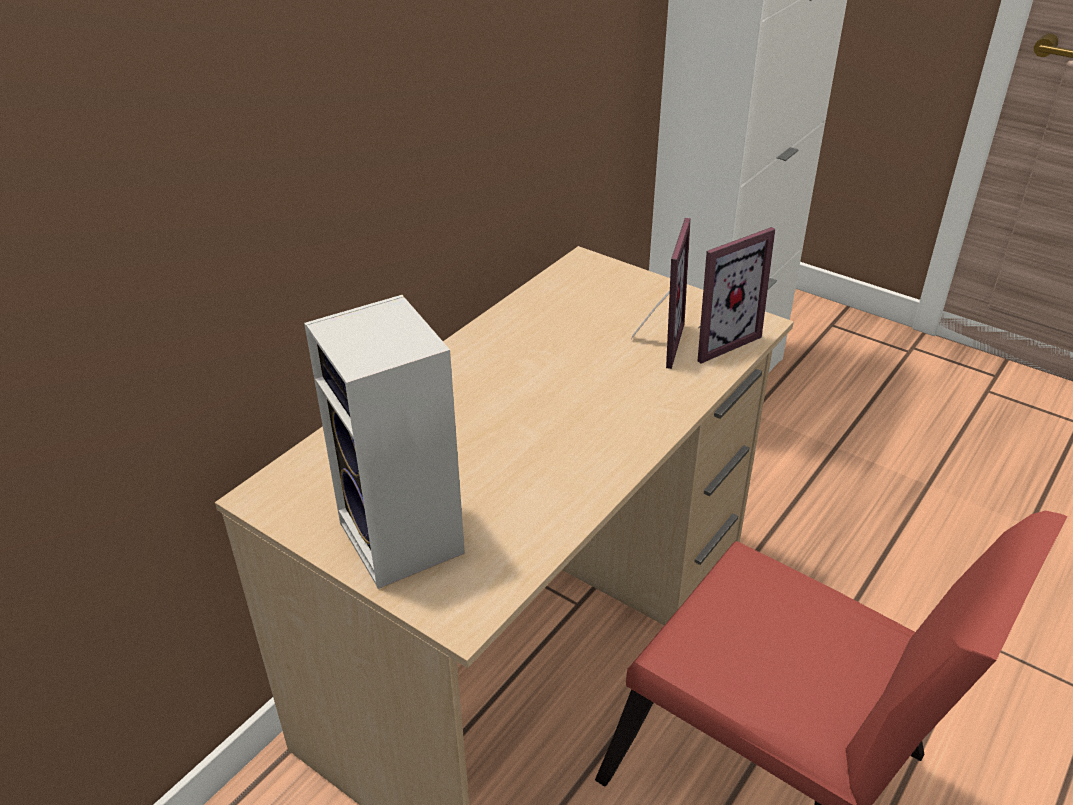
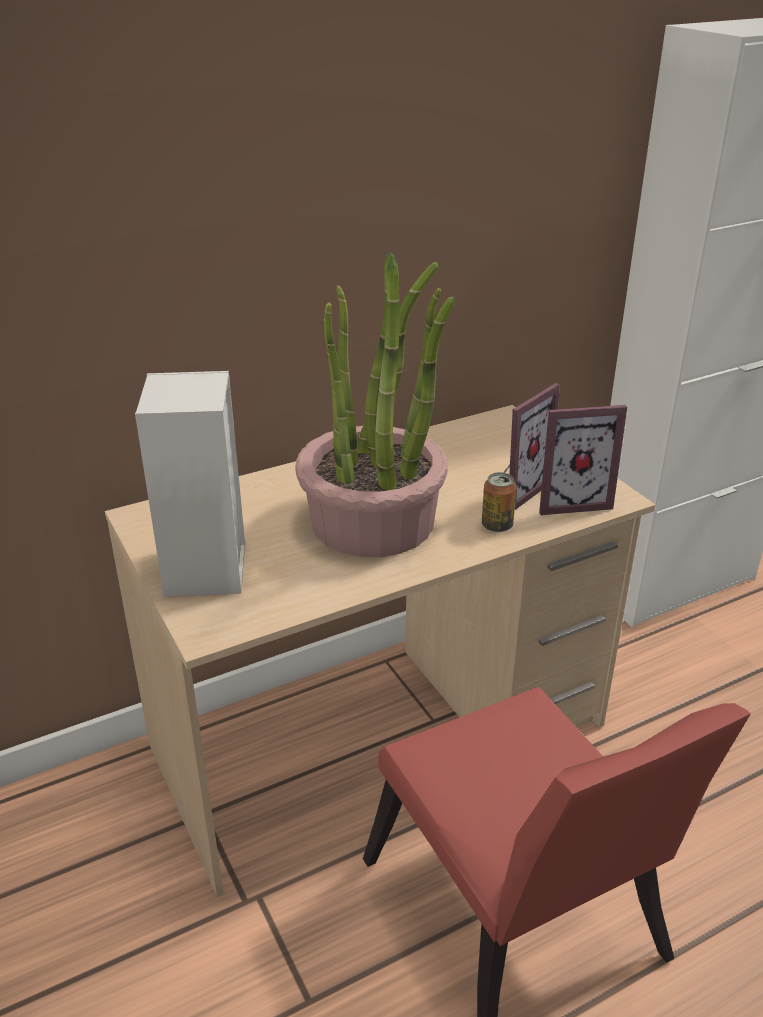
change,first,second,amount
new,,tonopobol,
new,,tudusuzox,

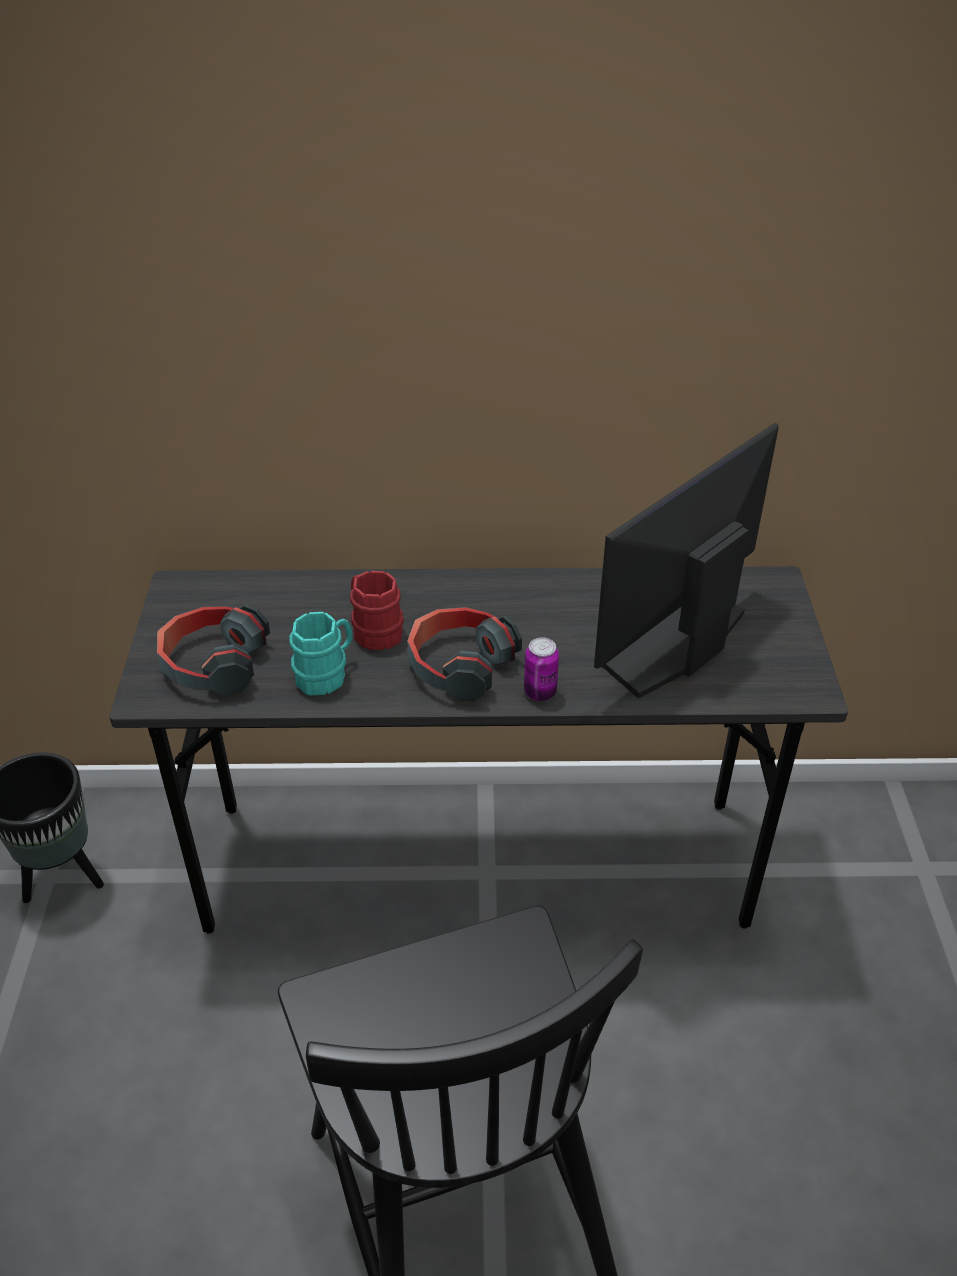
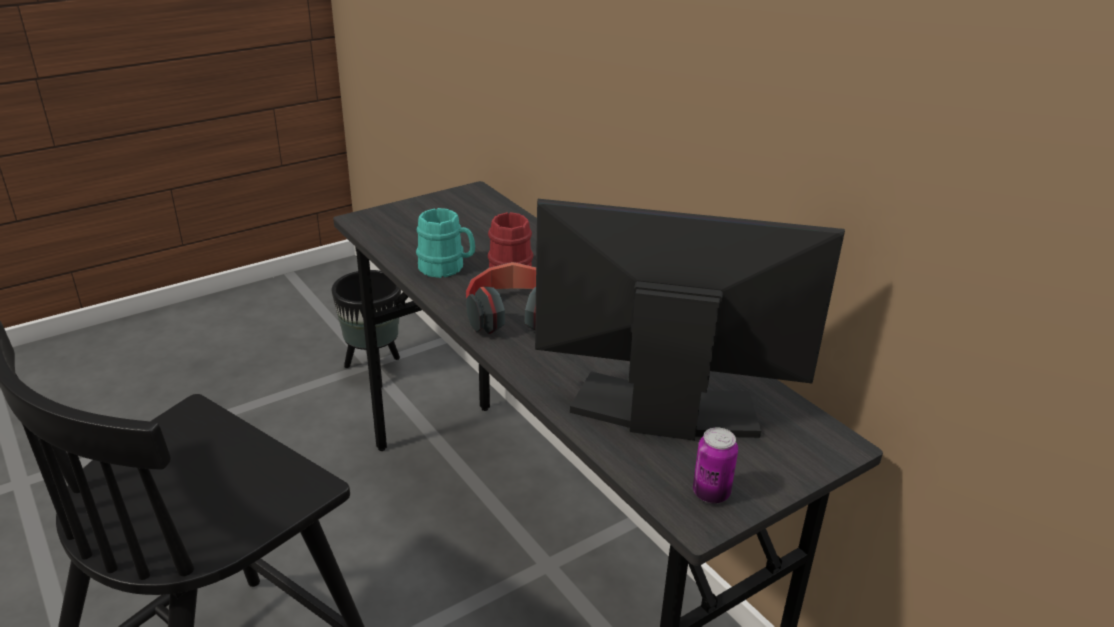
change,first,second,amount
gone,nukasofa (no. 1 from left),,
shifted,tudusuzox,,

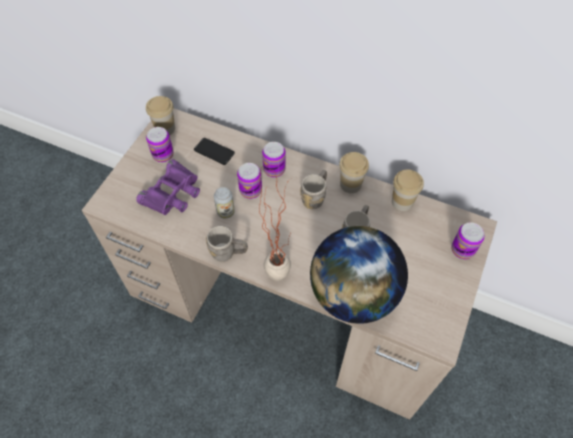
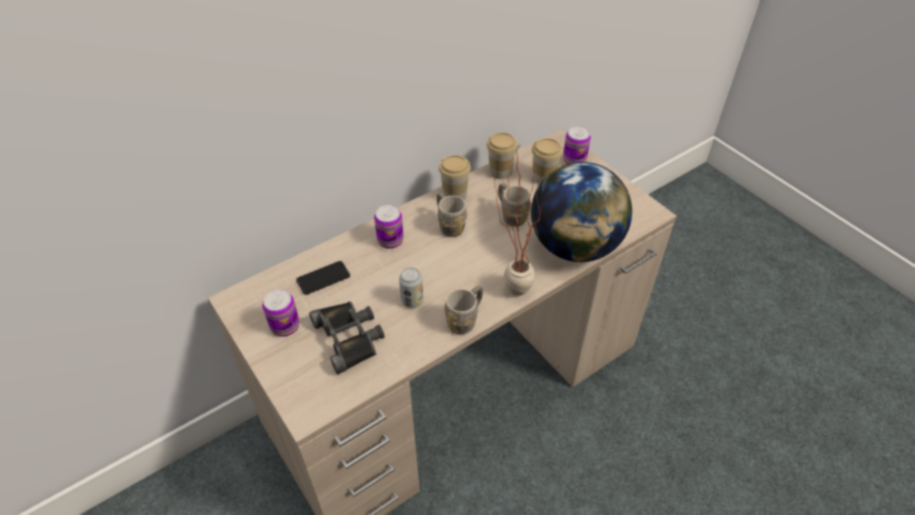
change,first,second,amount
repainted,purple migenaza,black migenaza,
shifted,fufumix (no. 1 from left in the first image),fufumix (no. 3 from left),
gone,tudusuzox (no. 3 from left),,

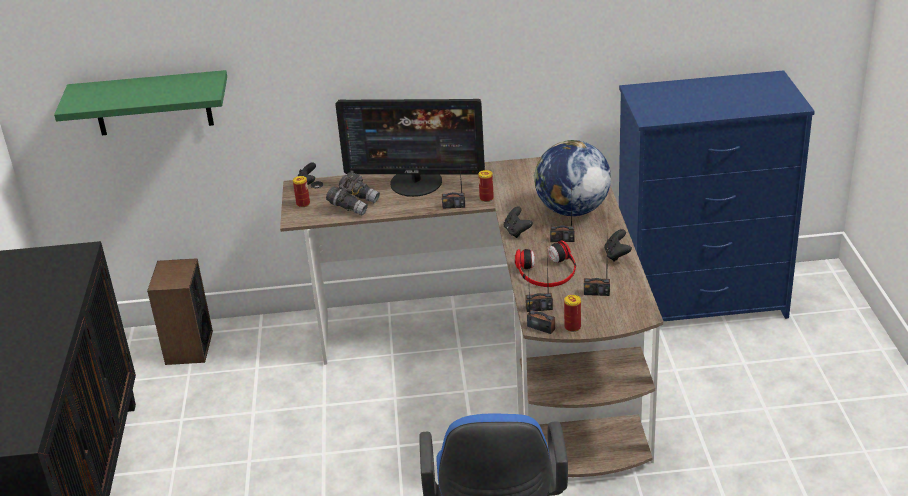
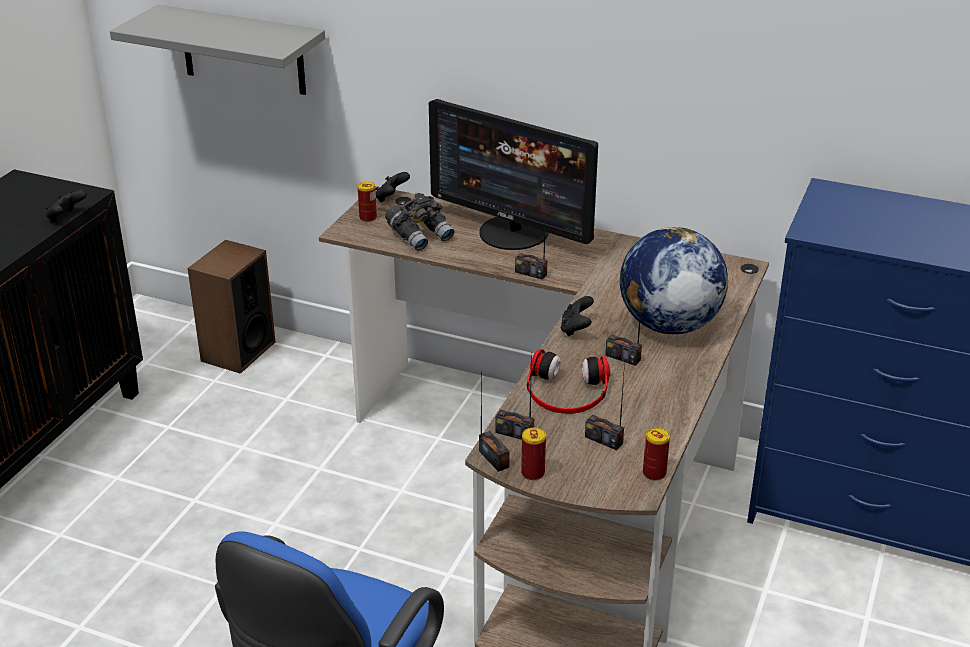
change,first,second,amount
repainted,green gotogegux,grey gotogegux,
shifted,tudusuzox (no. 2 from left in the first image),tudusuzox (no. 3 from left),
shifted,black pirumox (no. 3 from left in the first image),black pirumox (no. 1 from left),

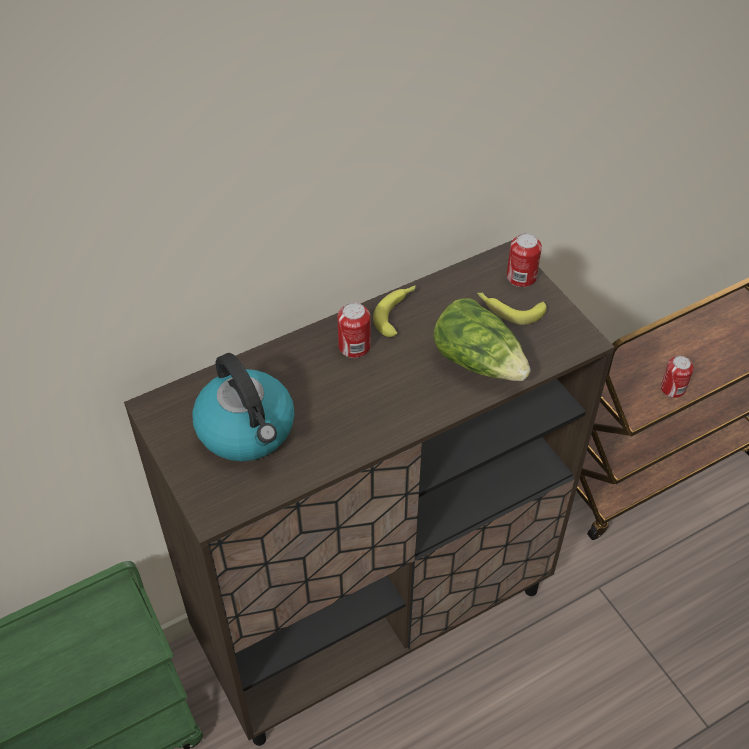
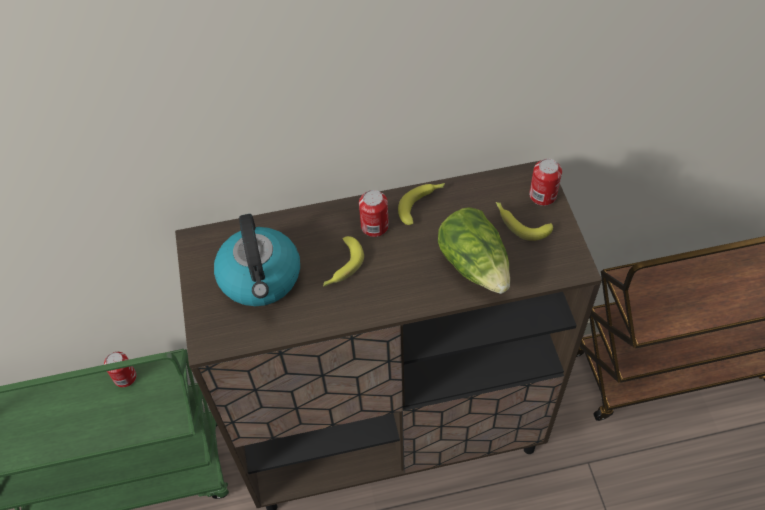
change,first,second,amount
shifted,tudusuzox (no. 3 from left in the first image),tudusuzox (no. 1 from left),
new,,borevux (no. 1 from left),

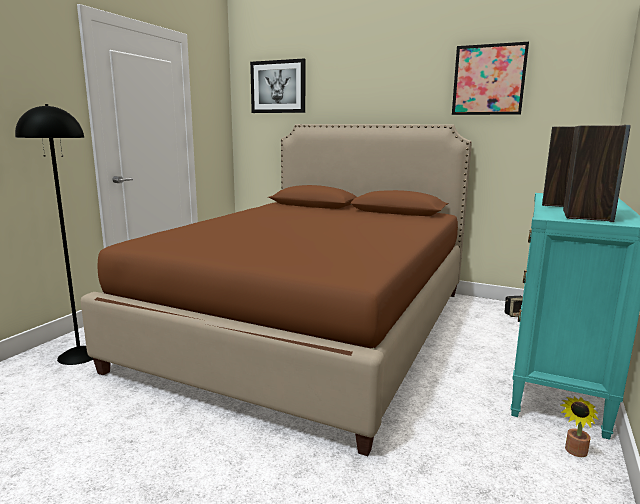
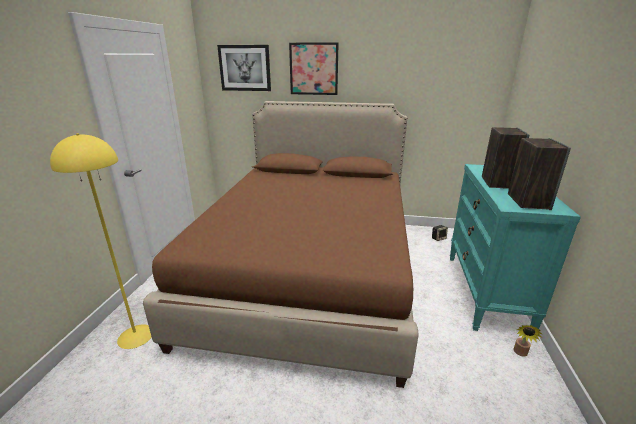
change,first,second,amount
repainted,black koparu,yellow koparu,
shifted,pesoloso (no. 2 from left),,

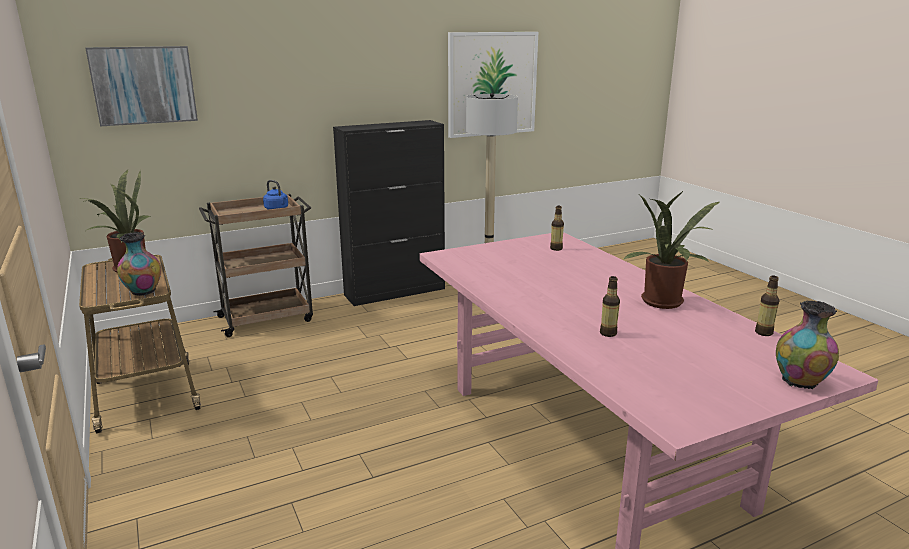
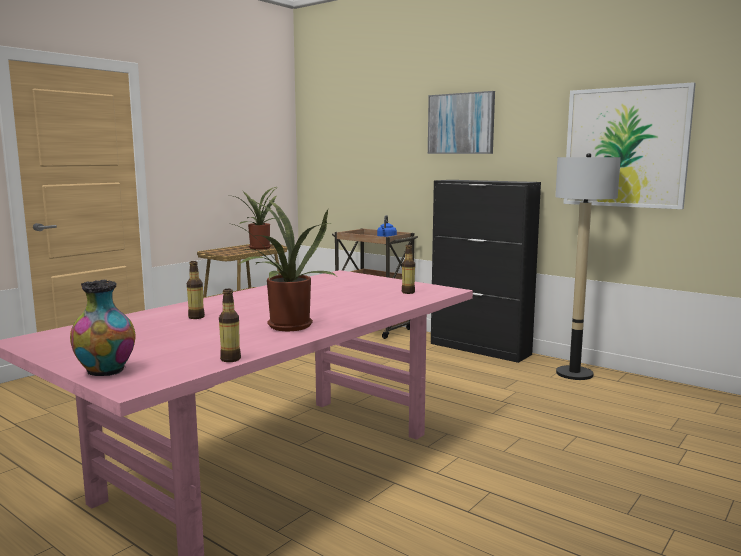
change,first,second,amount
shifted,pesoloso (no. 1 from left),,
gone,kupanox (no. 1 from left),,

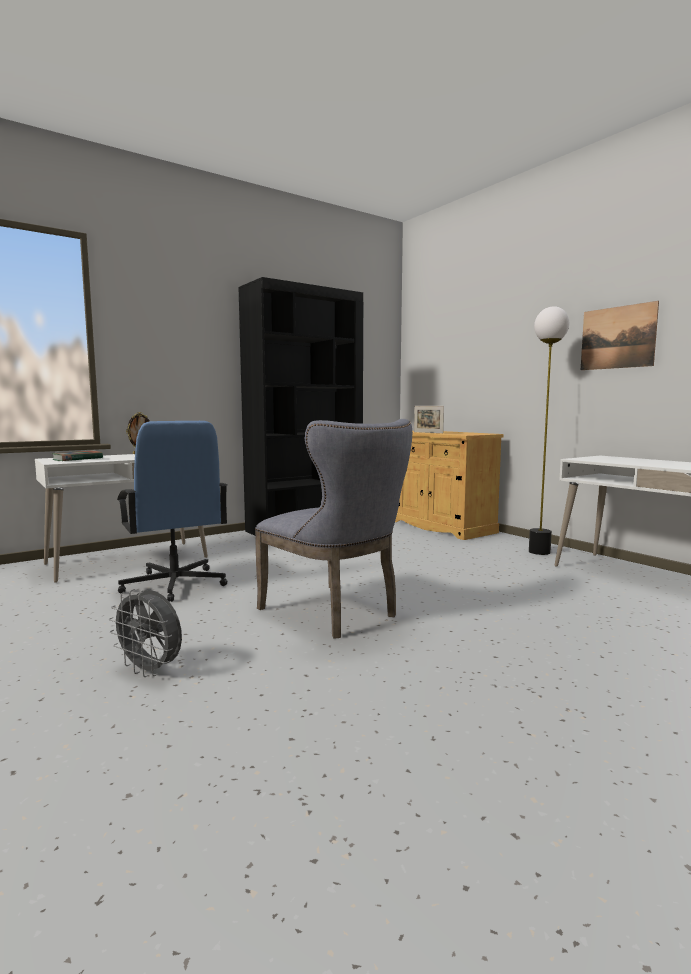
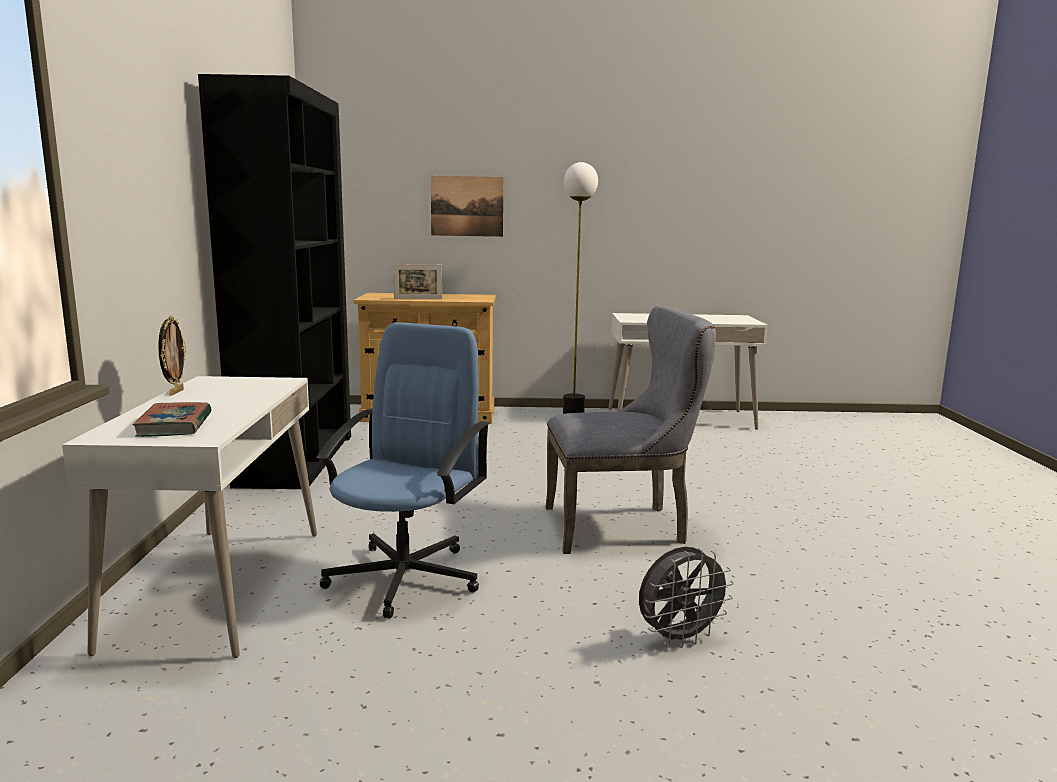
change,first,second,amount
rotated,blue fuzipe,,75 degrees counterclockwise
shifted,pesoloso,,

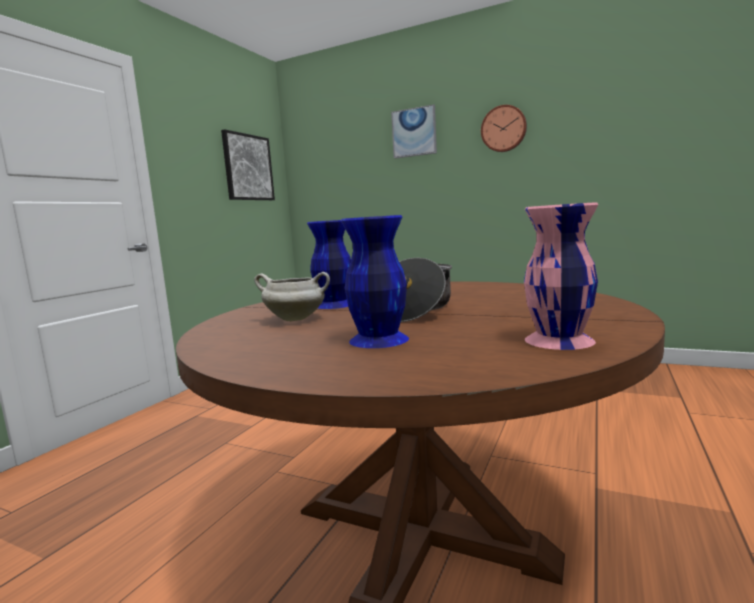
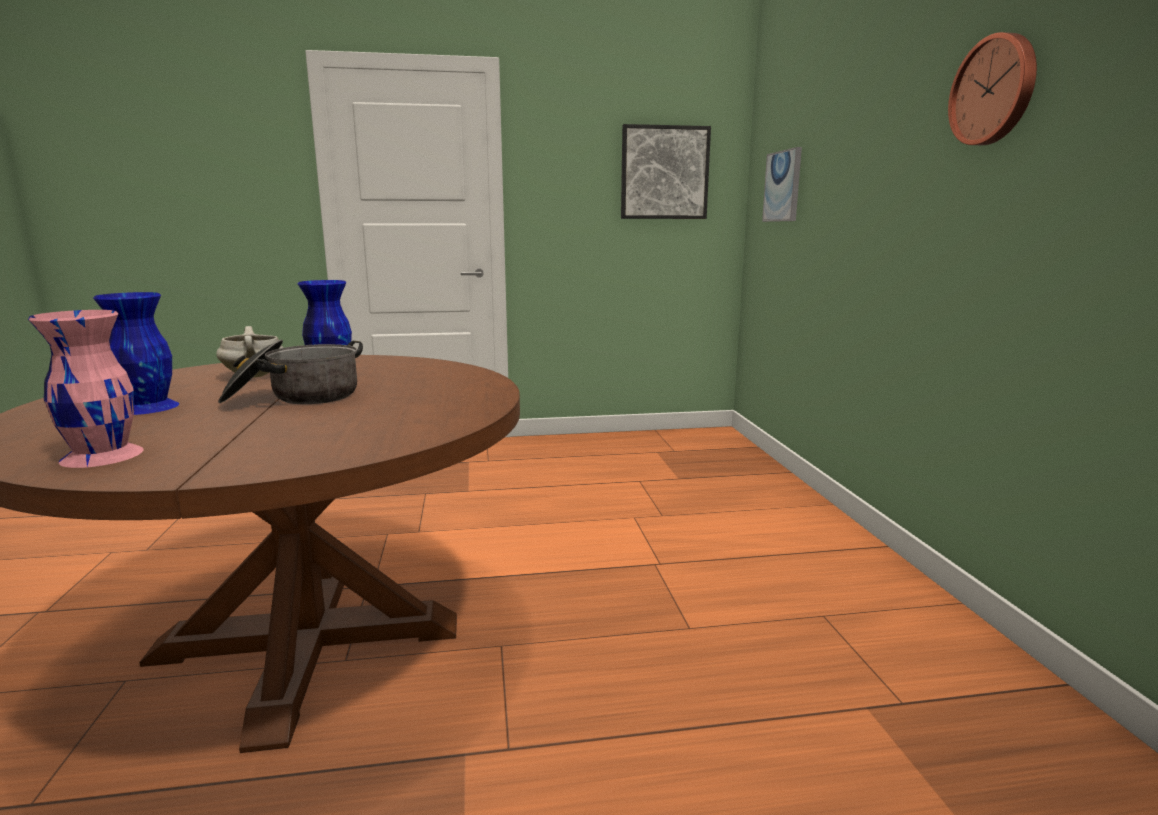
change,first,second,amount
shifted,pesoloso (no. 2 from left),,

